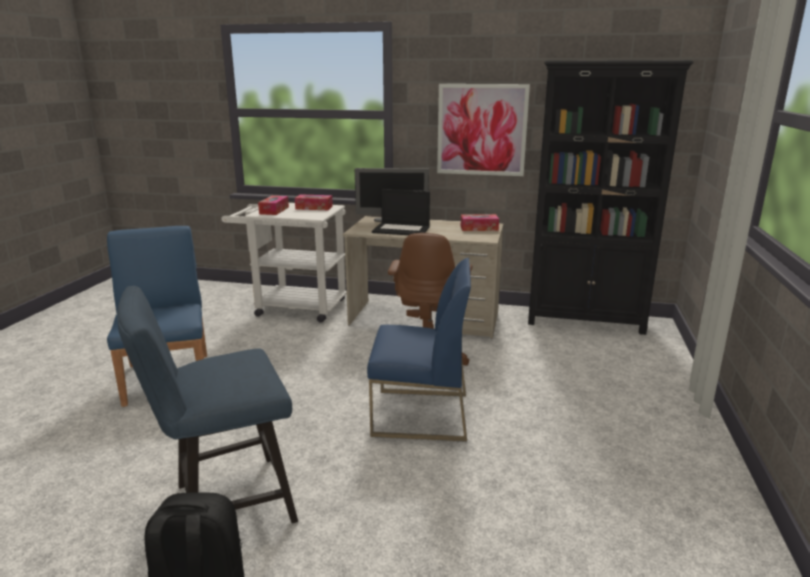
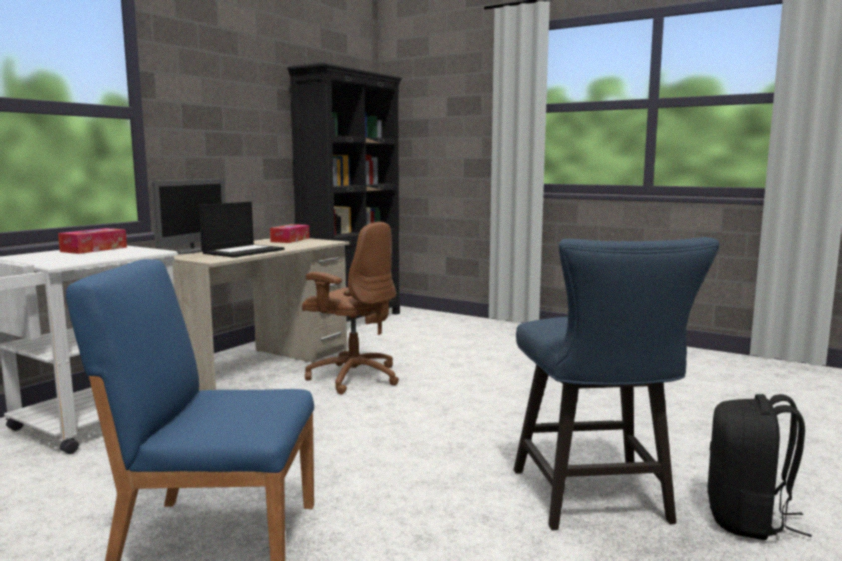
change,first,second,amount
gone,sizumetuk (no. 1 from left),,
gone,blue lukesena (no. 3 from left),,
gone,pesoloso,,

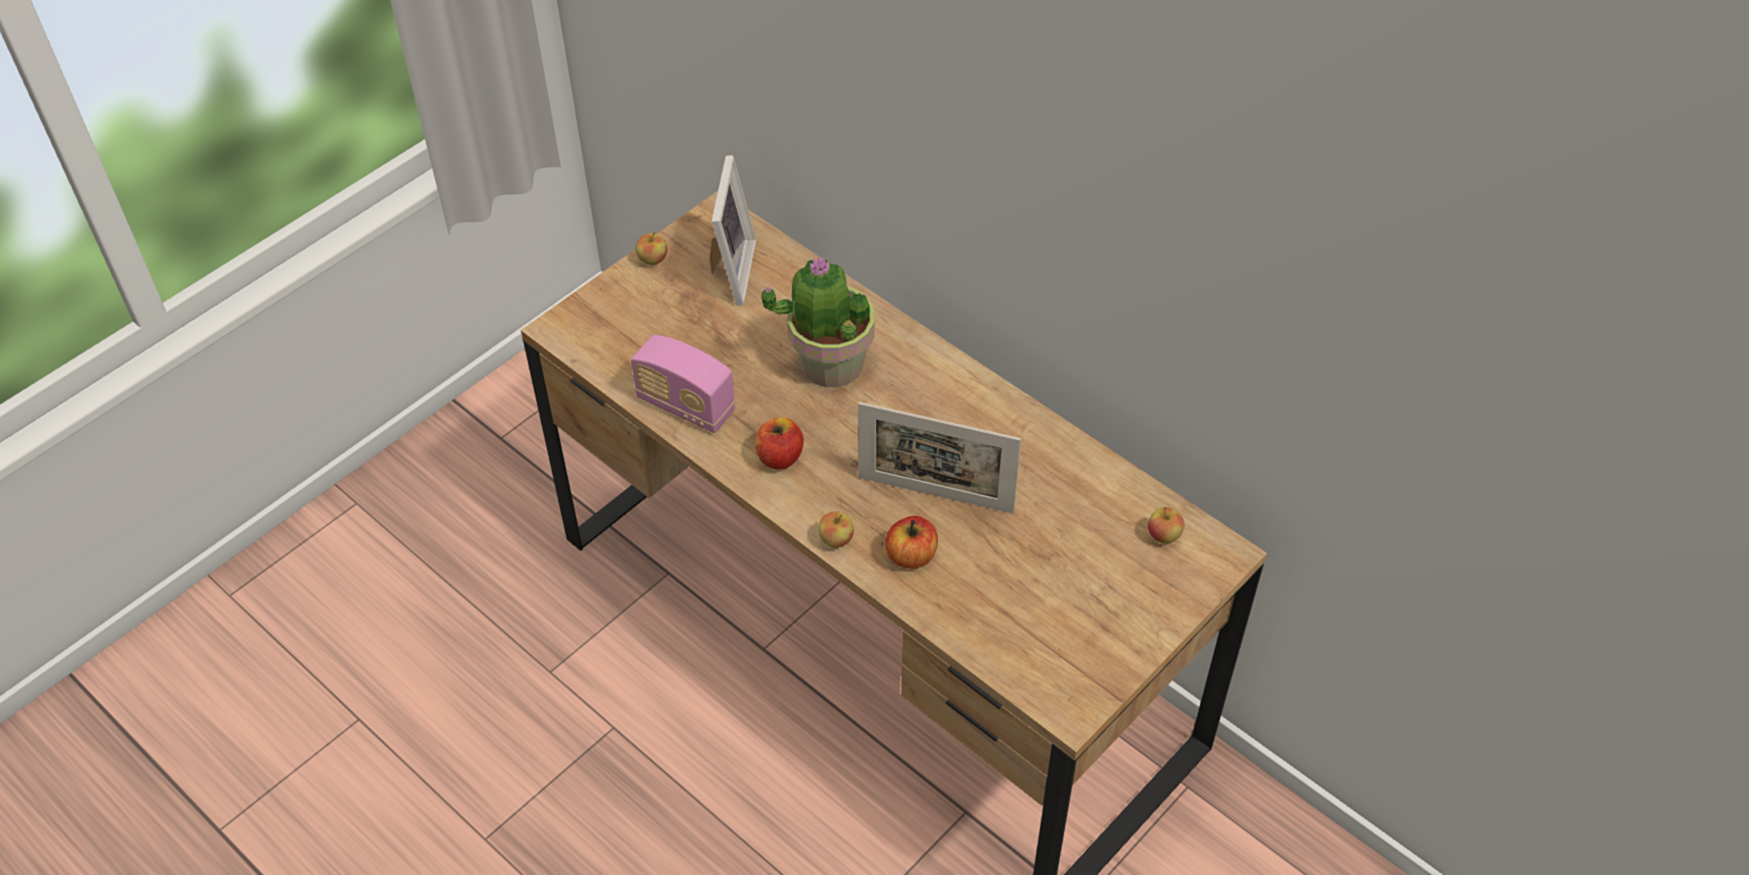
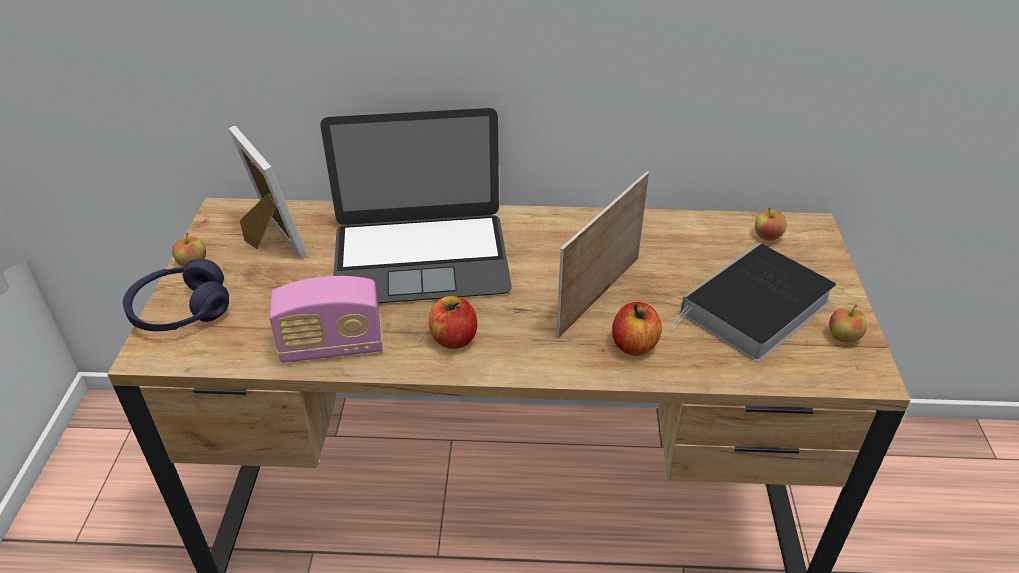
change,first,second,amount
swapped,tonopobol,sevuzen,
shifted,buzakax (no. 3 from left in the first image),buzakax (no. 5 from left),
rotated,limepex (no. 2 from left),,150 degrees clockwise
new,,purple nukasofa,
new,,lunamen,

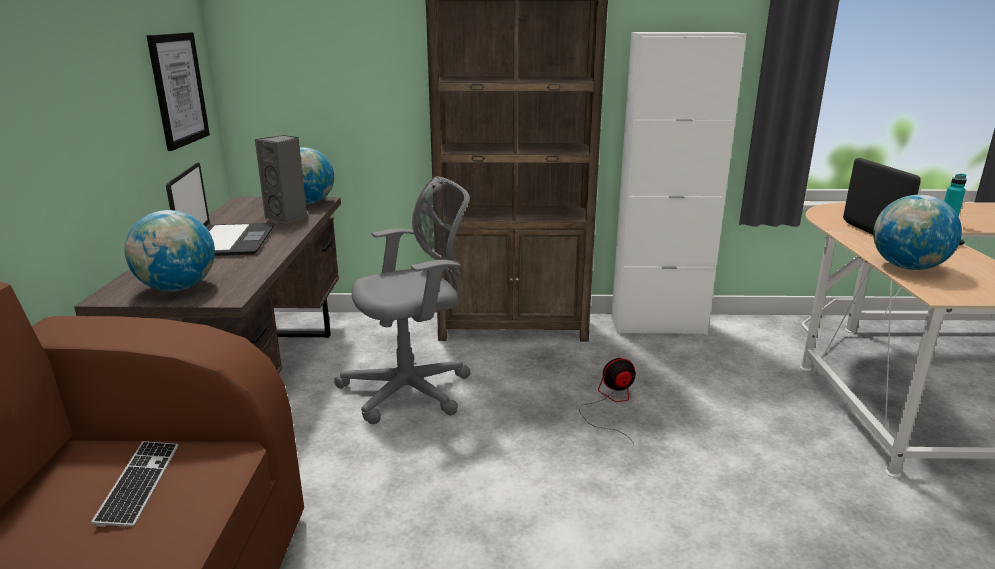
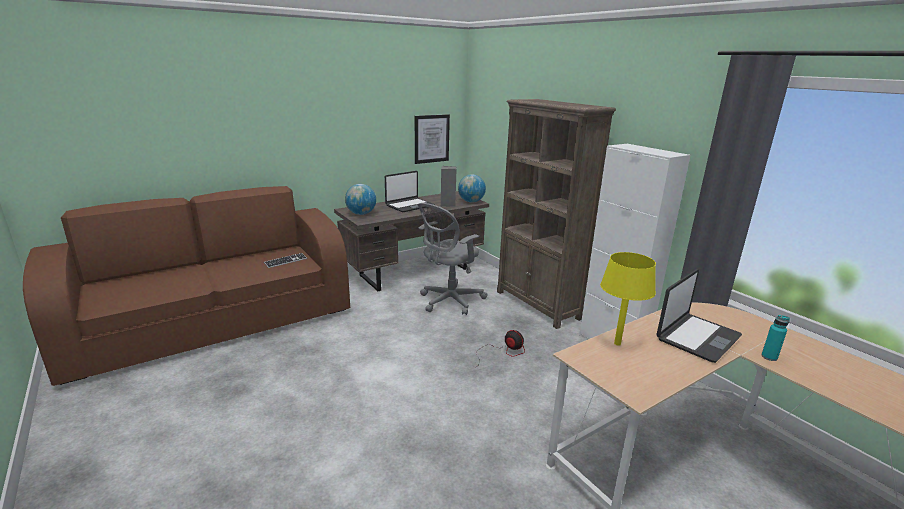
change,first,second,amount
rotated,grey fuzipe,,105 degrees clockwise
swapped,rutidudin (no. 3 from left),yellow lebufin,

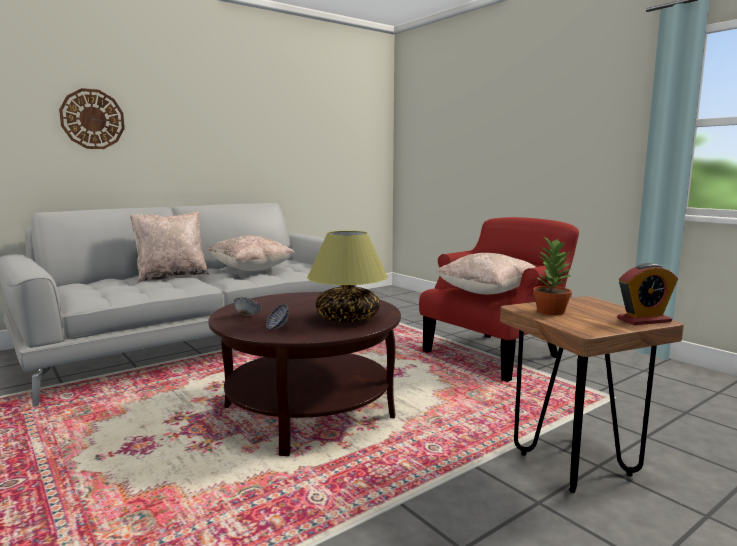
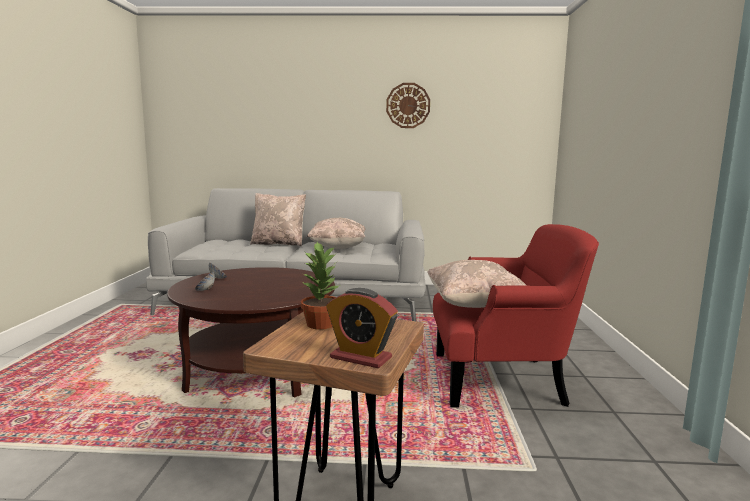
change,first,second,amount
shifted,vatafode,,
gone,lebufin,,

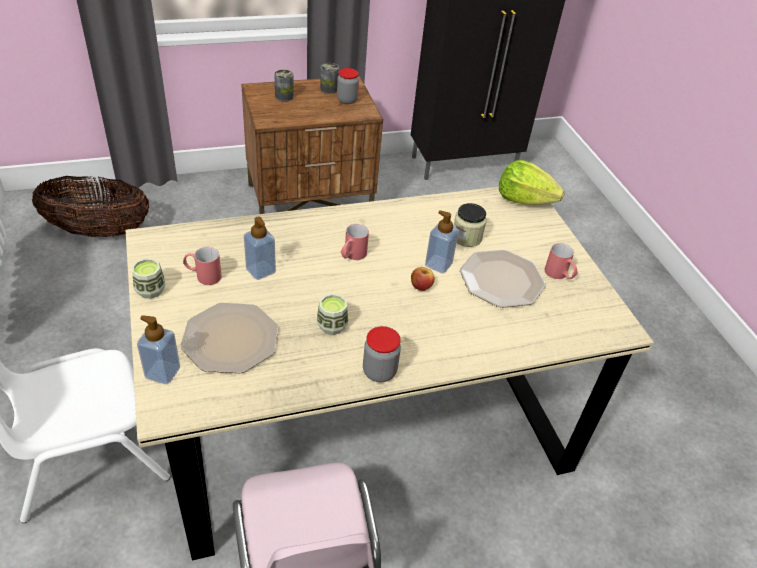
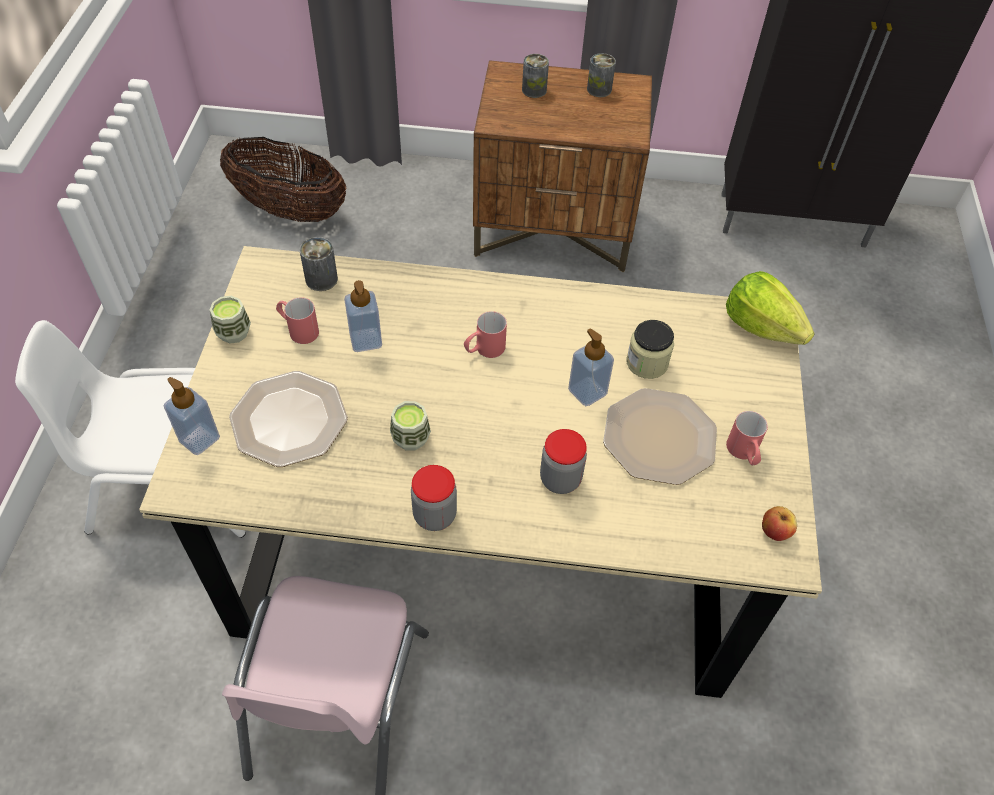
change,first,second,amount
shifted,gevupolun (no. 1 from left in the first image),gevupolun (no. 2 from left),
shifted,buzakax,,
new,,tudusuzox (no. 1 from left),

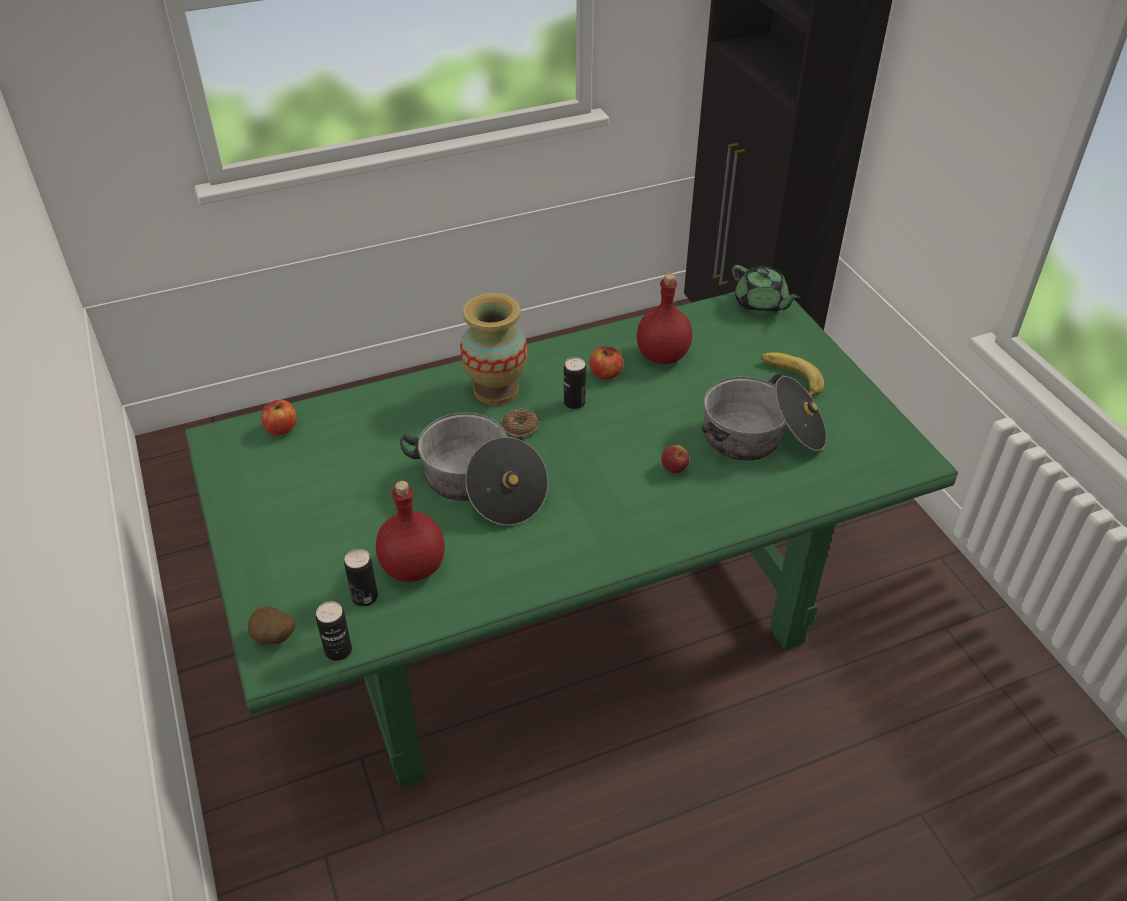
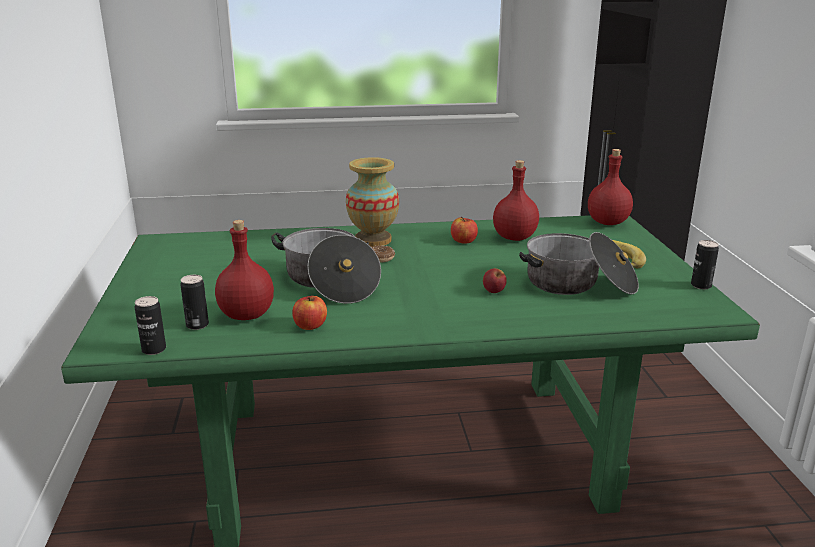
change,first,second,amount
gone,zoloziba,,
shifted,buzakax (no. 1 from left),,
shifted,tudusuzox (no. 3 from left),,
swapped,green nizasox,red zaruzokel (no. 3 from left),

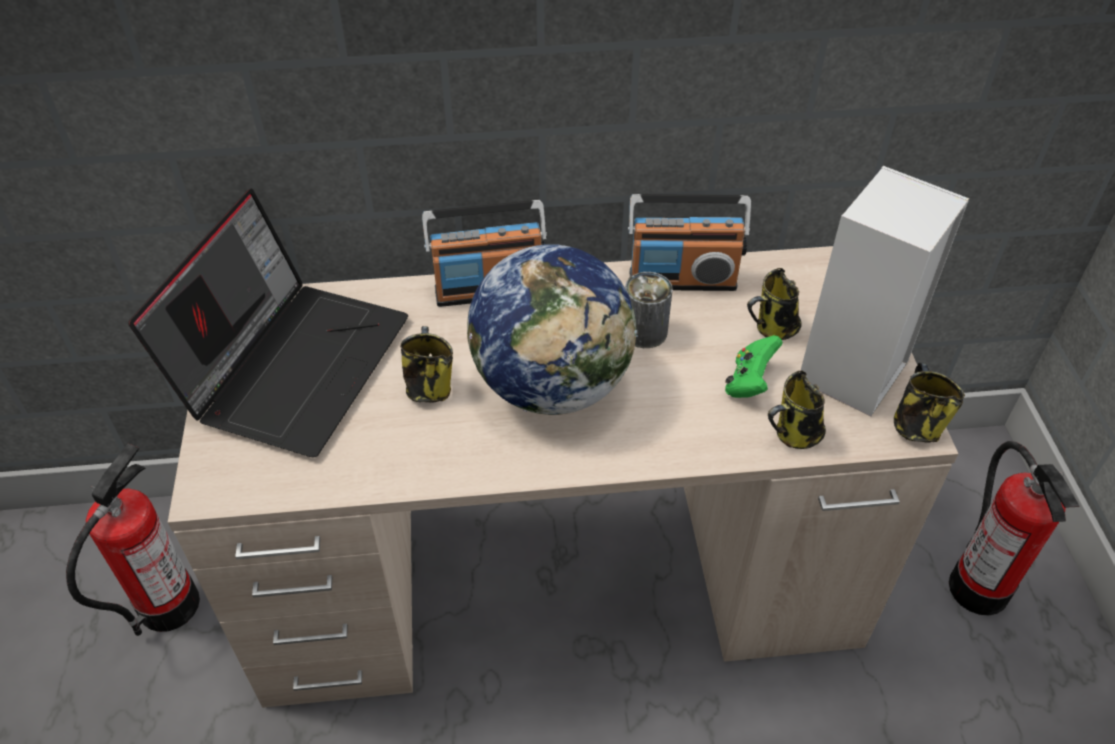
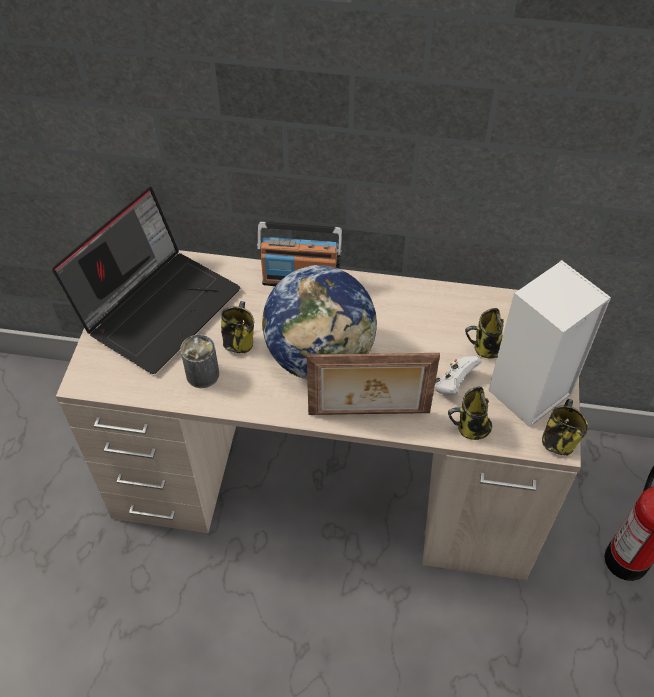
change,first,second,amount
gone,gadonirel (no. 1 from left),,
shifted,tudusuzox,,
gone,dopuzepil (no. 2 from left),,
repainted,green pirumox,white pirumox,
new,,limepex,

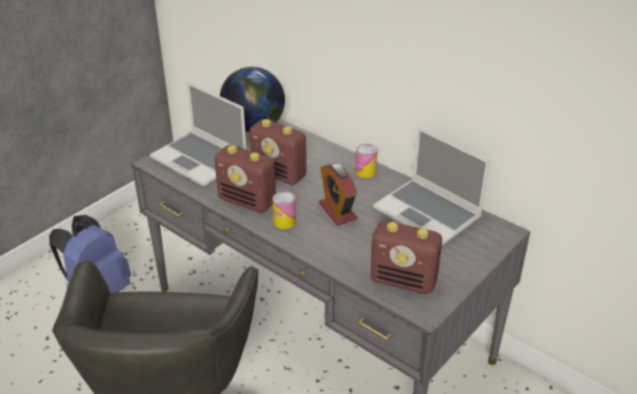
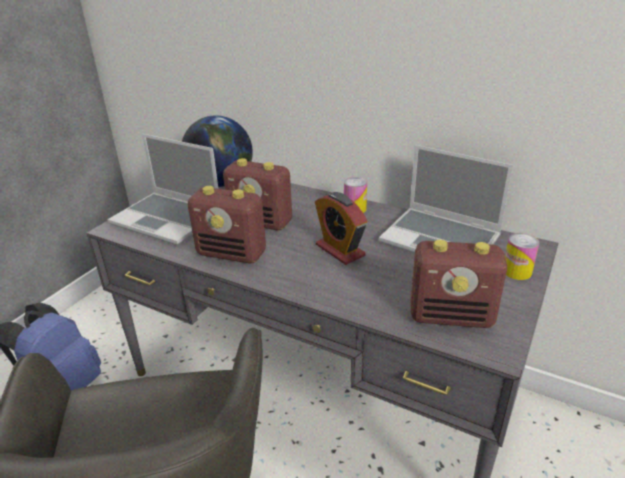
change,first,second,amount
shifted,tudusuzox (no. 1 from left in the first image),tudusuzox (no. 2 from left),

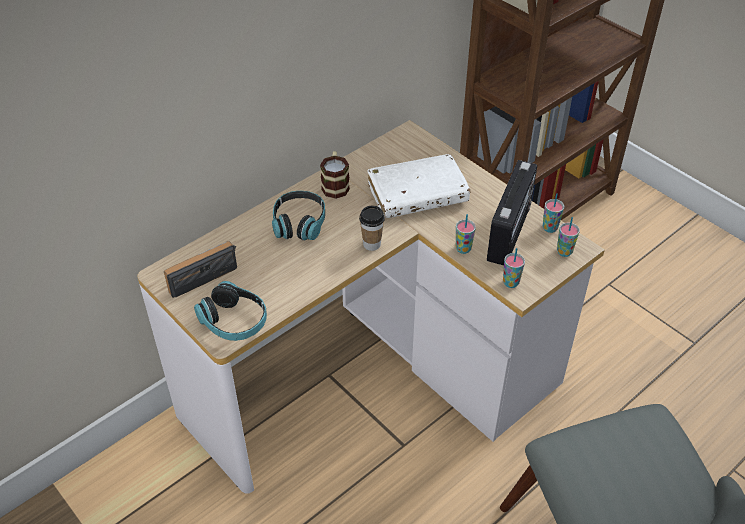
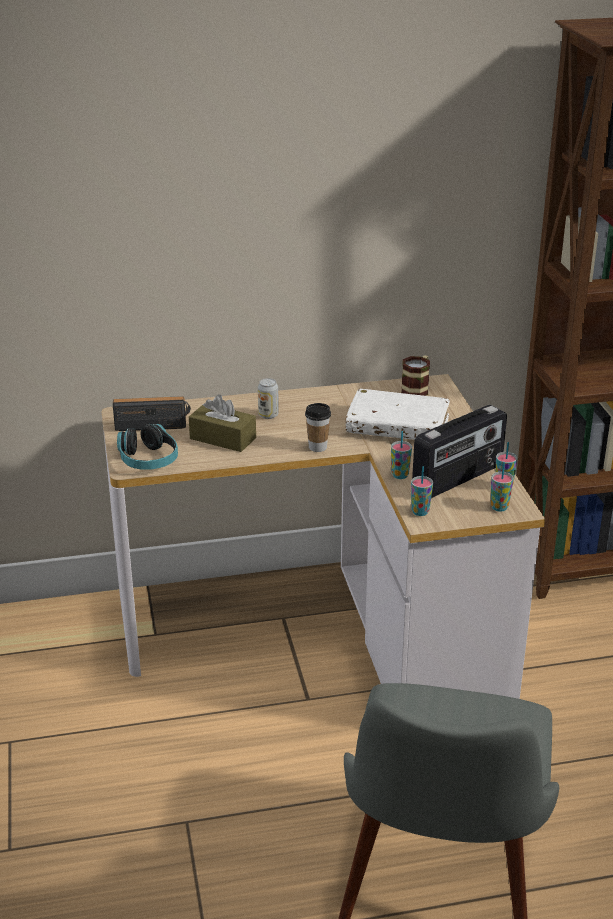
change,first,second,amount
swapped,nukasofa (no. 2 from left),tudusuzox,
shifted,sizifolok,,
new,,brown sizumetuk,

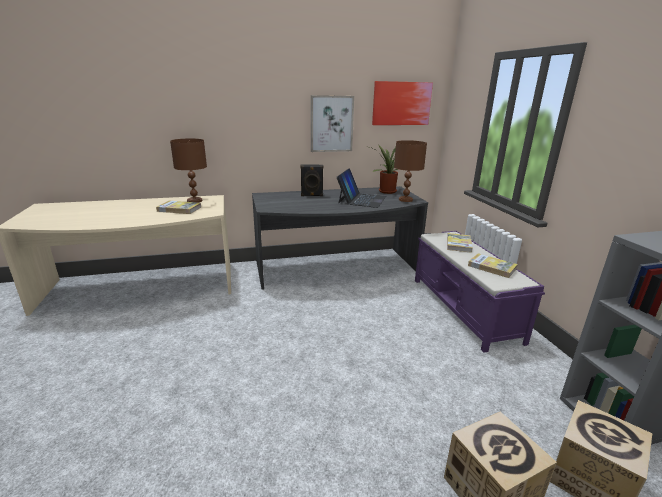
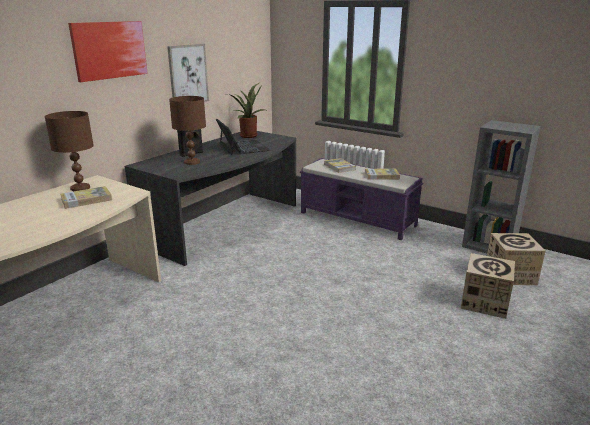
change,first,second,amount
shifted,pesoloso (no. 2 from left in the first image),pesoloso (no. 1 from left),
shifted,brown lebufin (no. 2 from left),,

